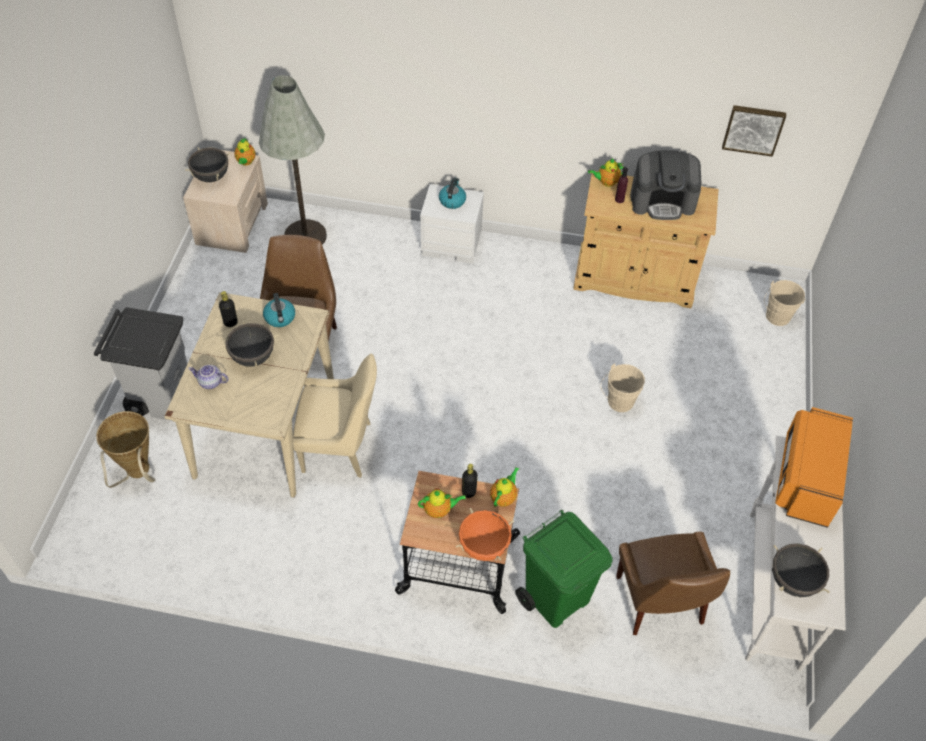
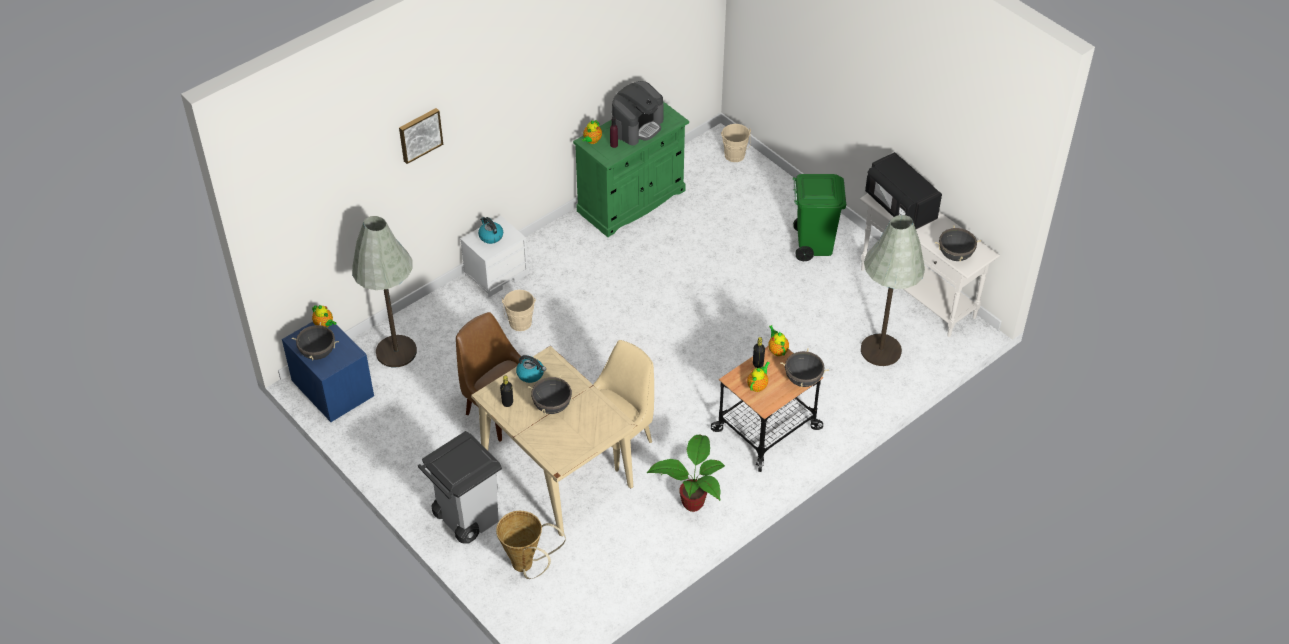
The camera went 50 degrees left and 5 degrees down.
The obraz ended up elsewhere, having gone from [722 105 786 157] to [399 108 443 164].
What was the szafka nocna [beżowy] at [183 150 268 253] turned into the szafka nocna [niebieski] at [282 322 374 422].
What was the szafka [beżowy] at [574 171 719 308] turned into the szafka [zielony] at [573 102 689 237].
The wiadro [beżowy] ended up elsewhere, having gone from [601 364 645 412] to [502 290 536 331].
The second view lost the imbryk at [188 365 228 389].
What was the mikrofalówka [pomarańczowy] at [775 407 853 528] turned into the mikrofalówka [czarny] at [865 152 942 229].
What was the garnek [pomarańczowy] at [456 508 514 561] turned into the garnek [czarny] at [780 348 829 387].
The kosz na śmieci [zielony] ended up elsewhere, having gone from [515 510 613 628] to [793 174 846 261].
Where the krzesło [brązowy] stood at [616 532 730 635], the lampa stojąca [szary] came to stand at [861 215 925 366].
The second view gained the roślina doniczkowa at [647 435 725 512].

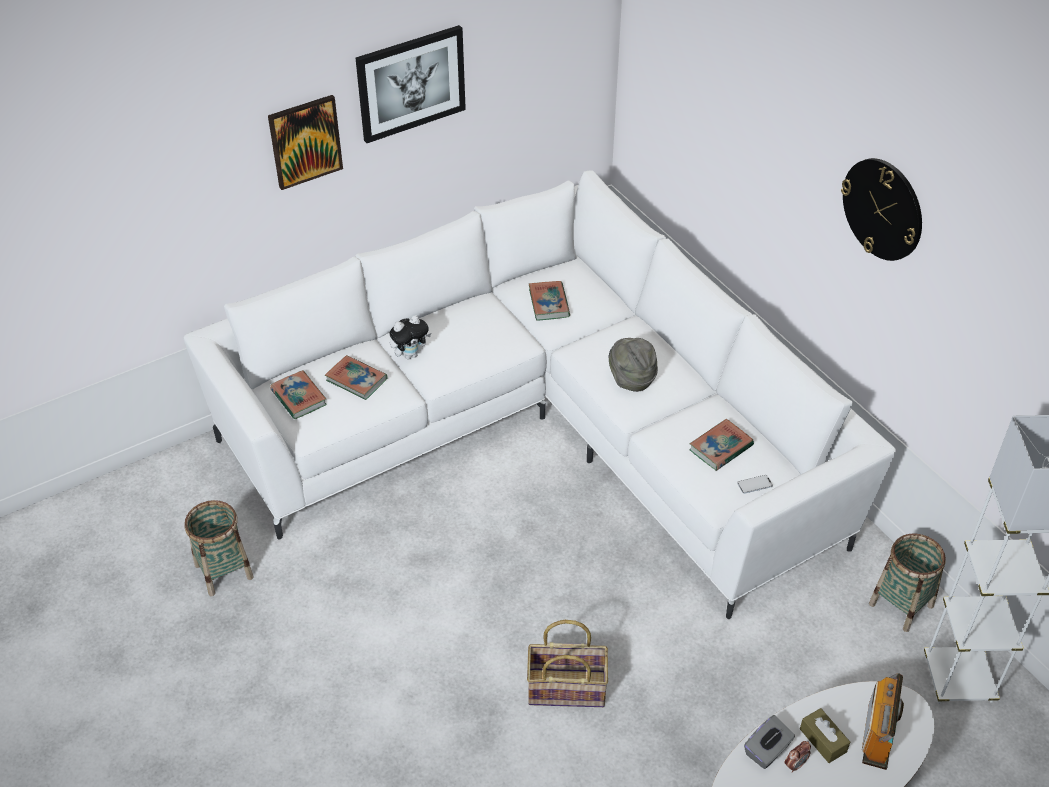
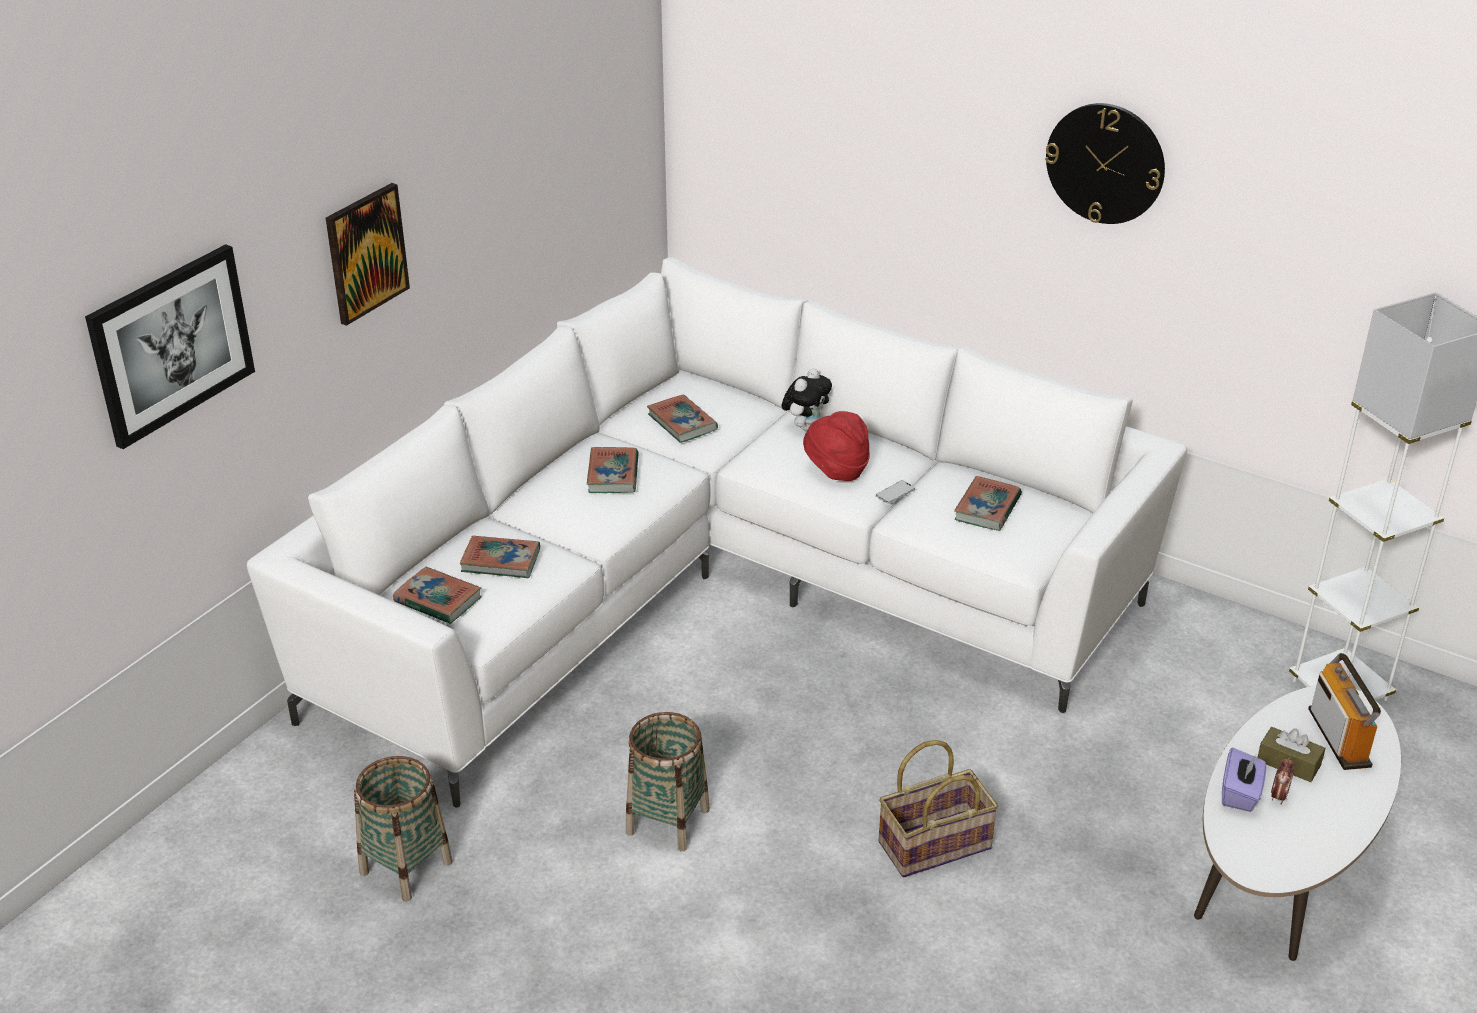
The camera went 25 degrees left and 10 degrees down.
The obraz ended up elsewhere, having gone from [355 25 466 143] to [85 244 255 449].
The pluszak ended up elsewhere, having gone from [389 315 431 359] to [782 368 832 431].
What was the kapelusz [szary] at [608 338 658 392] turned into the kapelusz [czerwony] at [803 411 870 481].
The telefon ended up elsewhere, having gone from [737 475 773 494] to [876 480 915 504].
The koszyk ended up elsewhere, having gone from [869 534 946 632] to [626 712 710 851].
What was the pudełko chusteczek [szary] at [744 715 795 769] turned into the pudełko chusteczek [fioletowy] at [1222 748 1266 812].
The second view gained the książka at [587 447 639 493].

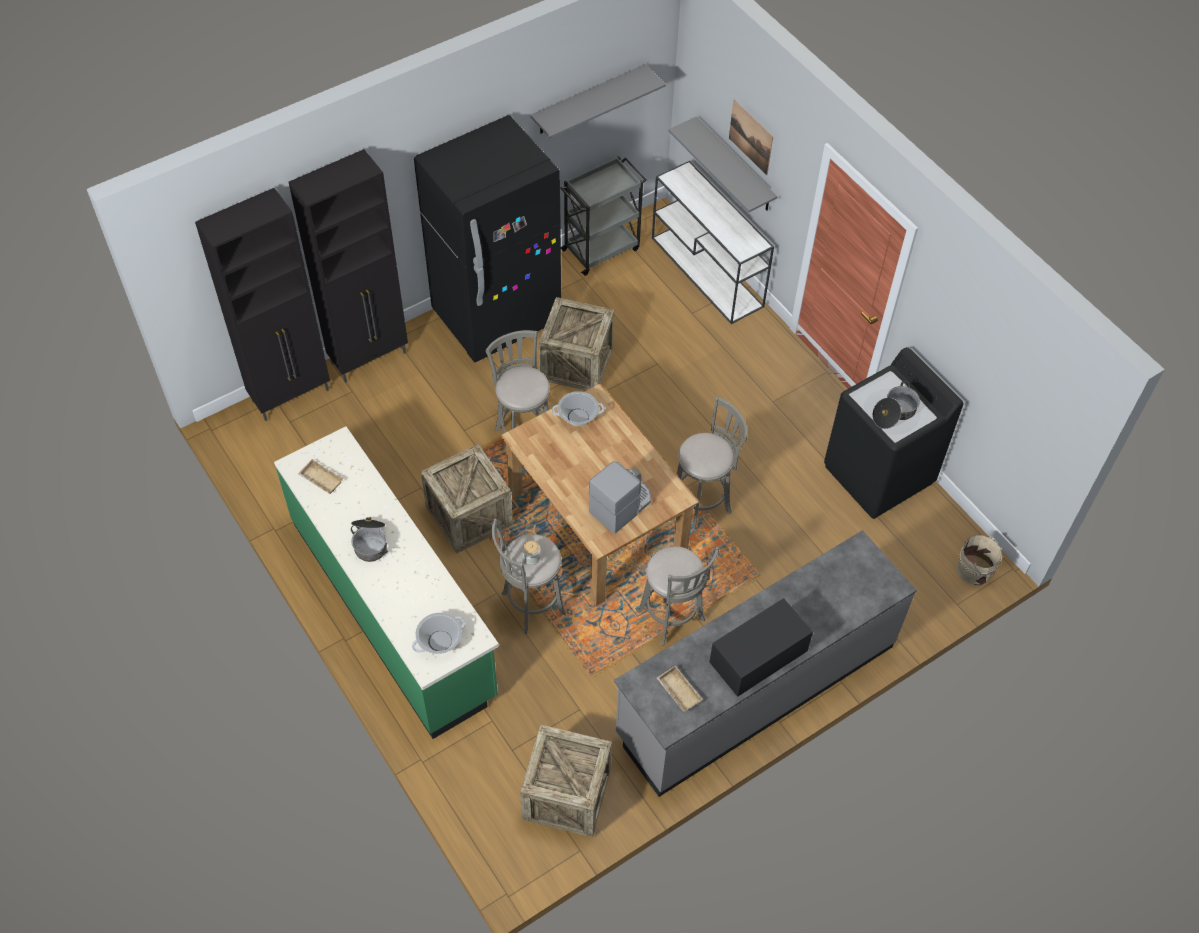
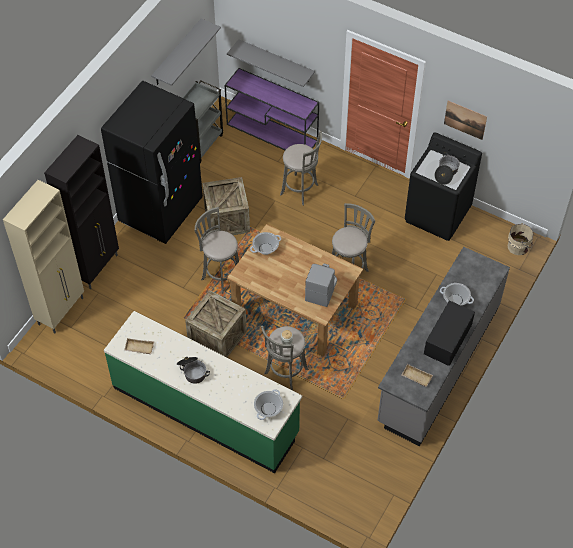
The camera went 25 degrees left and 0 degrees up.
The obraz ended up elsewhere, having gone from [729 100 773 175] to [444 101 487 140].
What was the stolik konsolowy [biały] at [652 161 774 324] turned into the stolik konsolowy [fioletowy] at [225 68 319 150].
What was the szafka [czarny] at [195 188 330 421] turned into the szafka [beżowy] at [3 180 84 333].
The stołek [szary] ended up elsewhere, having gone from [637 546 719 646] to [280 131 322 205].
The second view lost the skrzynka at [520 724 612 838].
The second view gained the garnek at [440 283 474 306].

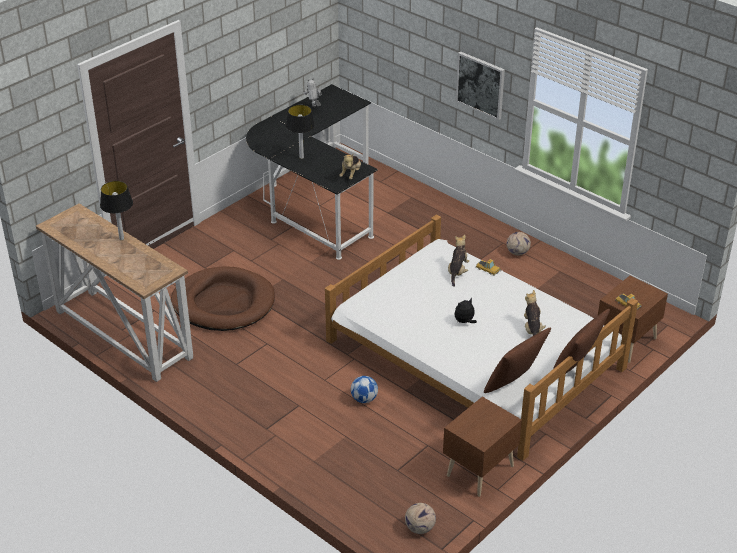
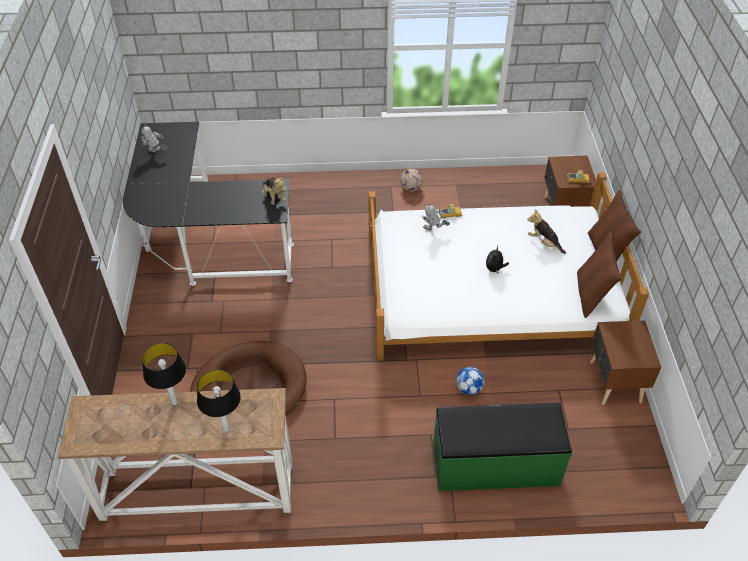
The camera went 45 degrees left and 10 degrees up.
The second view lost the obraz at [456 51 505 120].
The lampa stołowa ended up elsewhere, having gone from [286 105 315 159] to [197 369 241 432].
Where the pluszak stood at [448 235 469 287], the robot zabawkowy came to stand at [422 203 450 230].
The second view lost the piłka futbolowa at [405 503 436 534].
The second view gained the ławka [zielony] at [433 403 572 491].

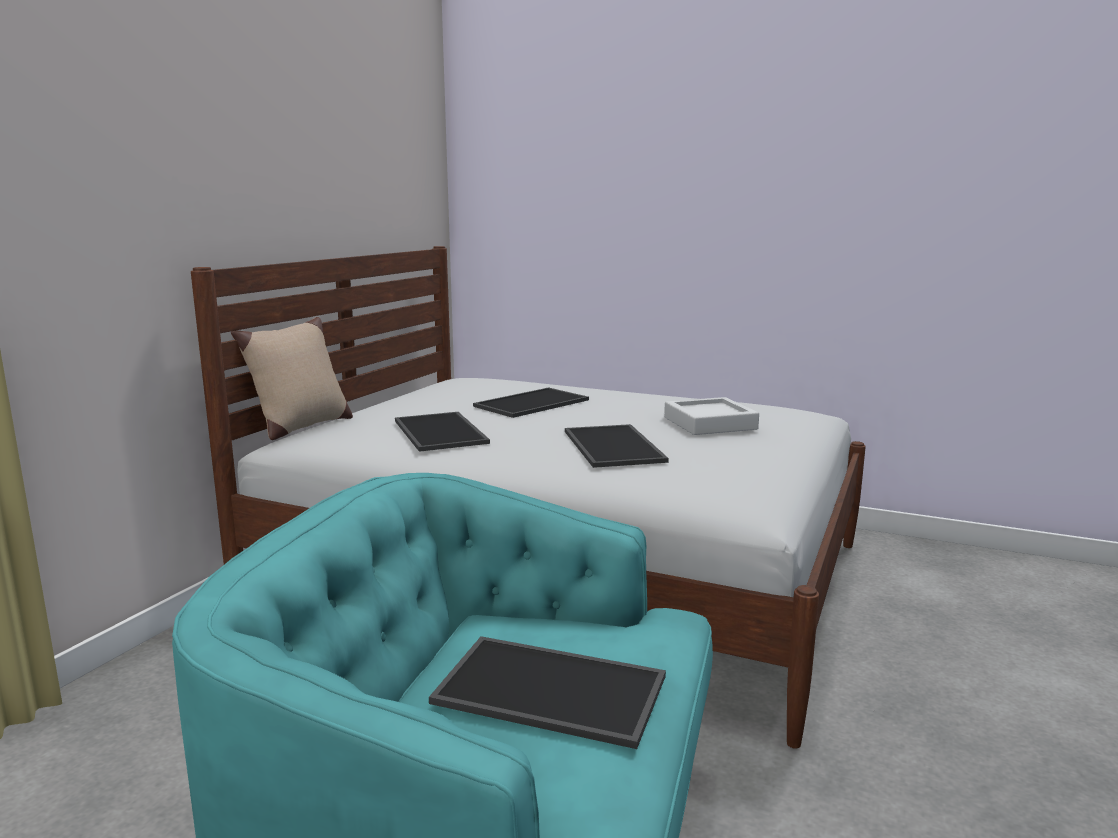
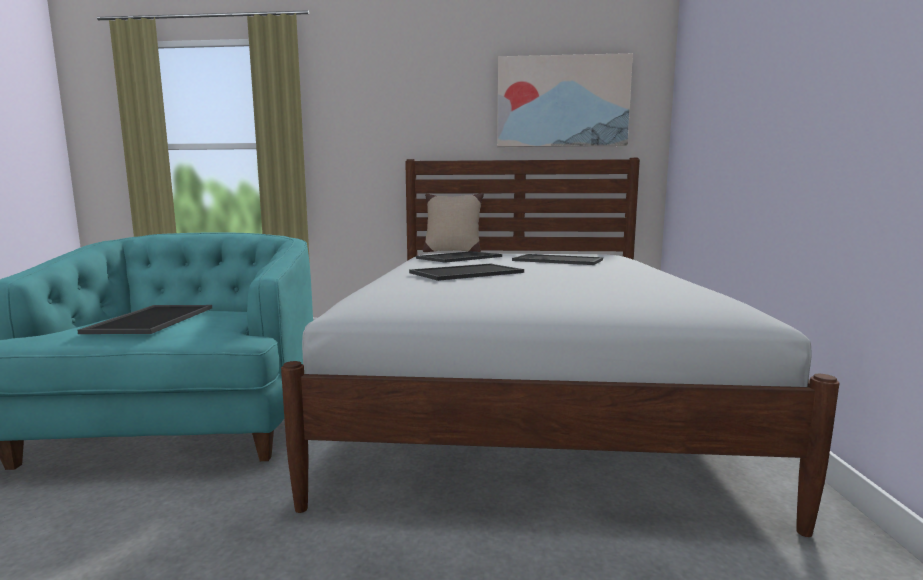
The camera went 70 degrees right and 5 degrees down.
The second view lost the taca [szary] at [664 397 759 435].
The second view gained the obraz at [497 53 633 147].

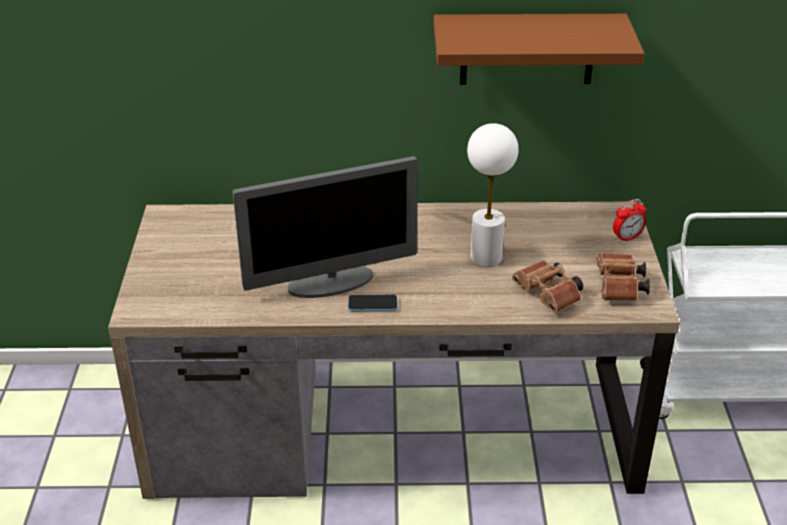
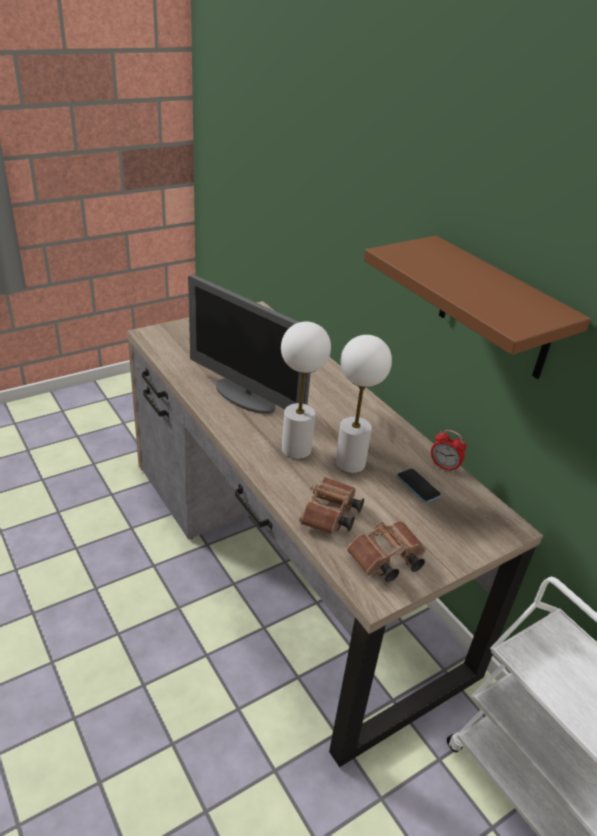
The camera went 55 degrees right and 0 degrees up.
The budzik ended up elsewhere, having gone from [613 199 646 243] to [431 430 466 472].
The telefon ended up elsewhere, having gone from [348 295 398 311] to [397 468 441 503].
The second view gained the lampa stołowa [biały] at [281 322 331 459].

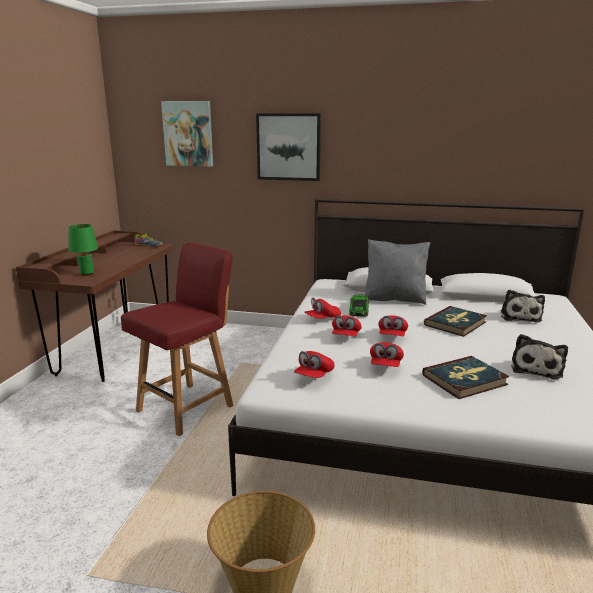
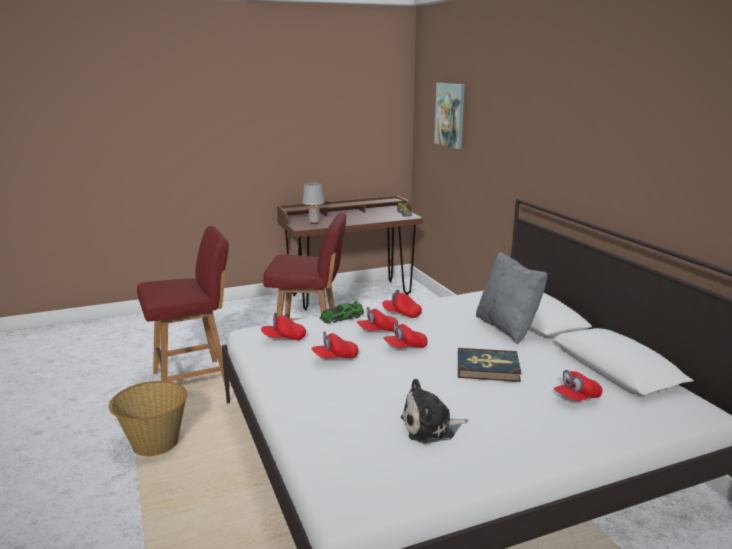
The camera went 55 degrees right and 0 degrees up.
The second view lost the obraz at [256 113 321 181].
What was the lampa stołowa [zielony] at [68 224 98 276] turned into the lampa stołowa [szary] at [302 183 324 224].
Where the pluszak stood at [501 289 545 323], the czapka z daszkiem [czerwony] came to stand at [554 370 603 401].
The samochodzik ended up elsewhere, having gone from [349 294 369 317] to [320 301 364 323].
The second view lost the książka at [422 356 509 399].
The second view gained the krzesło [czerwony] at [137 226 230 387].

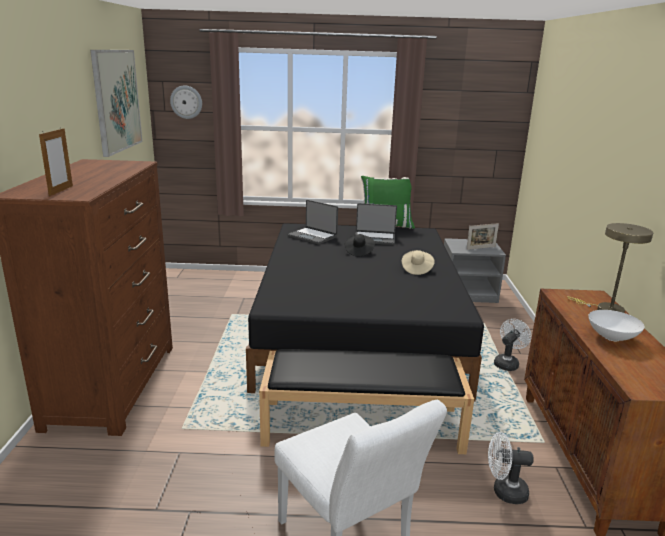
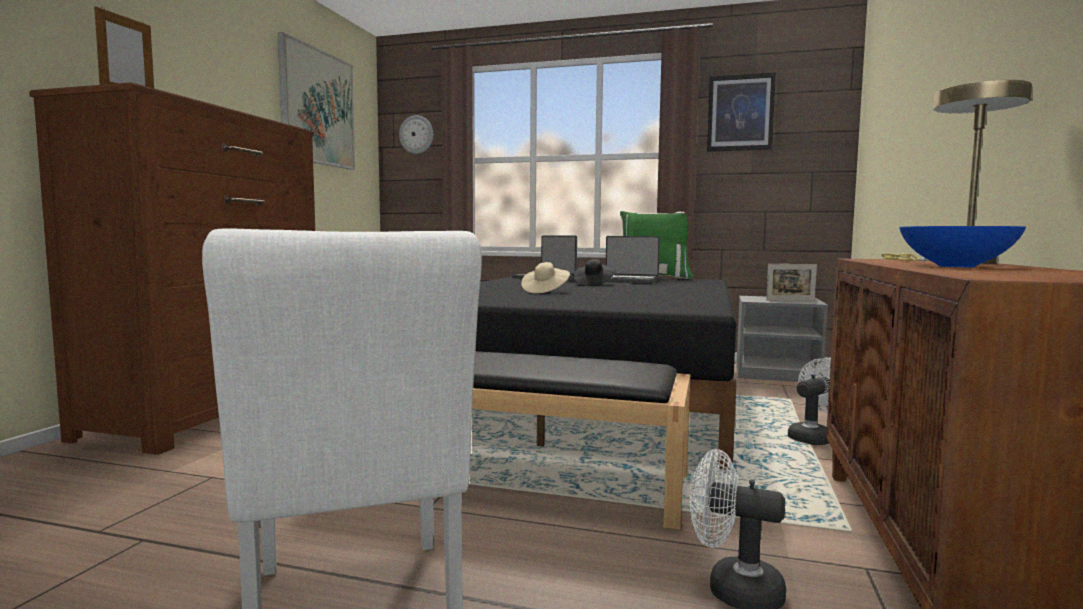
The camera went 15 degrees right and 15 degrees down.
The kapelusz [beżowy] ended up elsewhere, having gone from [402 250 435 275] to [521 262 570 294].
What was the miska [biały] at [588 310 645 341] turned into the miska [niebieski] at [899 226 1026 267].
The second view gained the obraz at [707 72 776 152].

